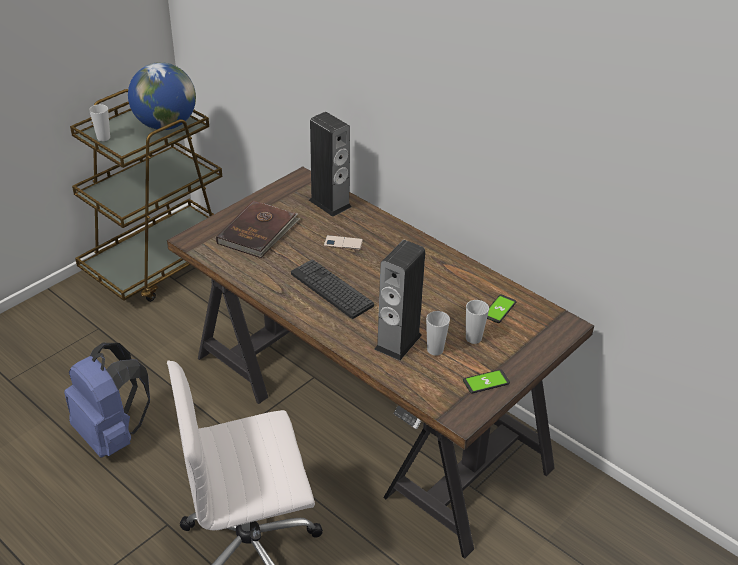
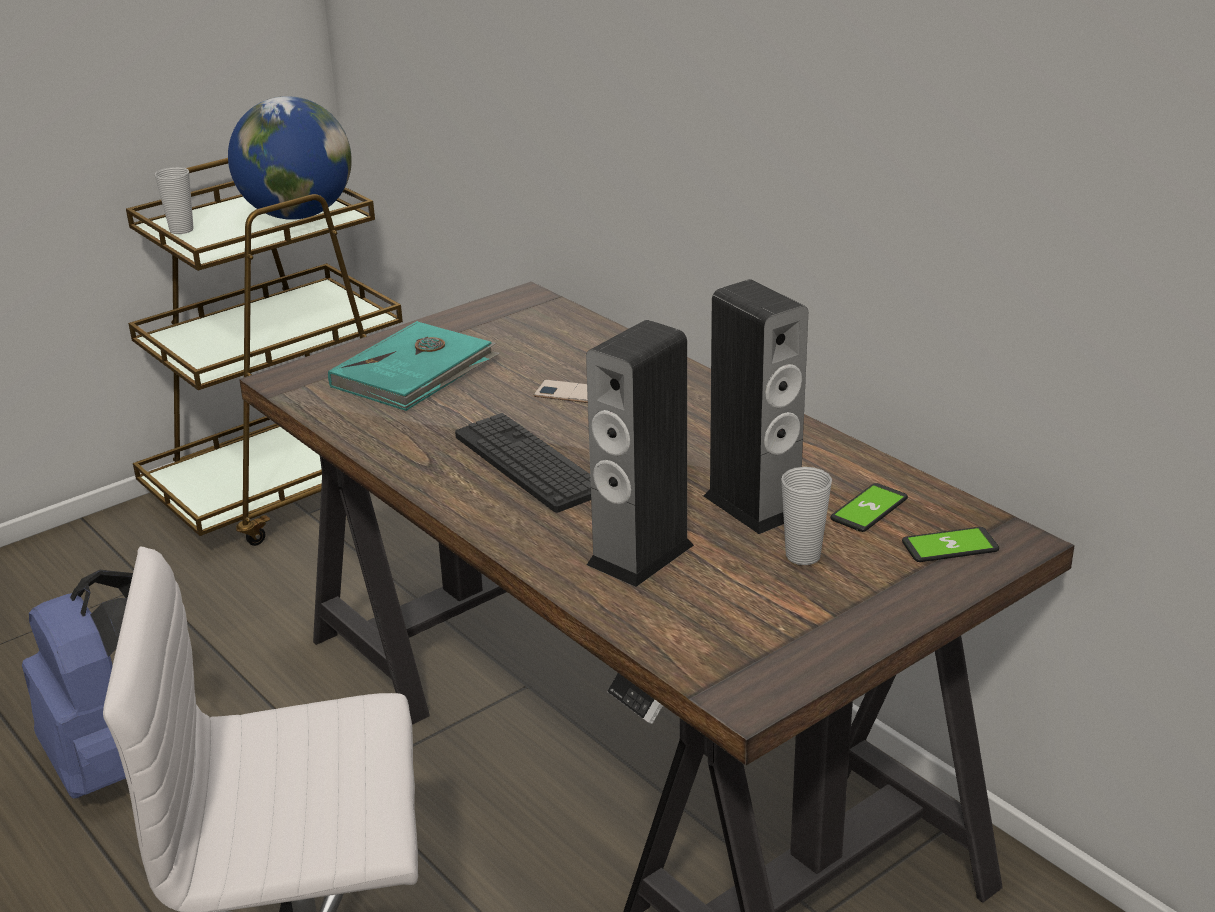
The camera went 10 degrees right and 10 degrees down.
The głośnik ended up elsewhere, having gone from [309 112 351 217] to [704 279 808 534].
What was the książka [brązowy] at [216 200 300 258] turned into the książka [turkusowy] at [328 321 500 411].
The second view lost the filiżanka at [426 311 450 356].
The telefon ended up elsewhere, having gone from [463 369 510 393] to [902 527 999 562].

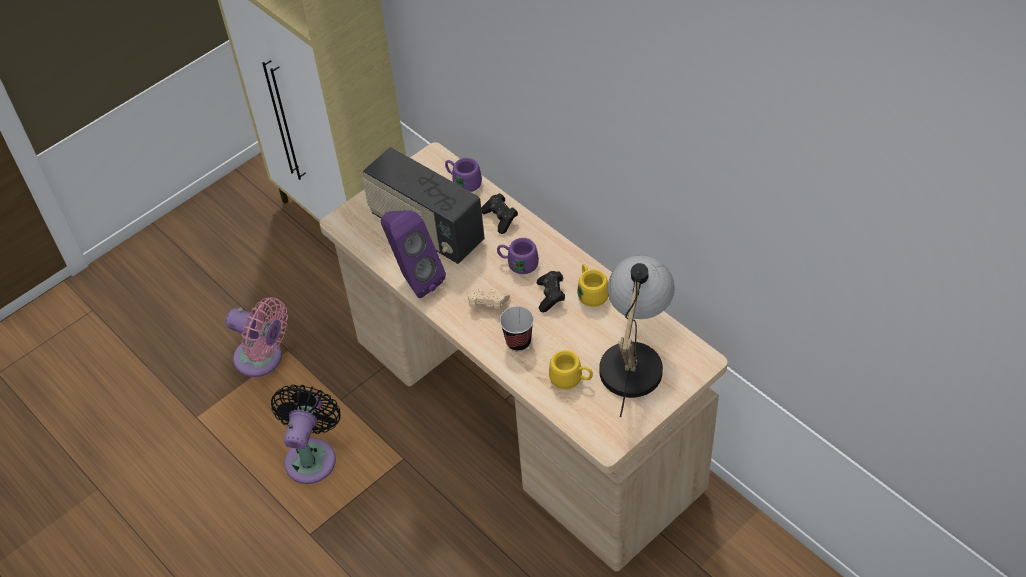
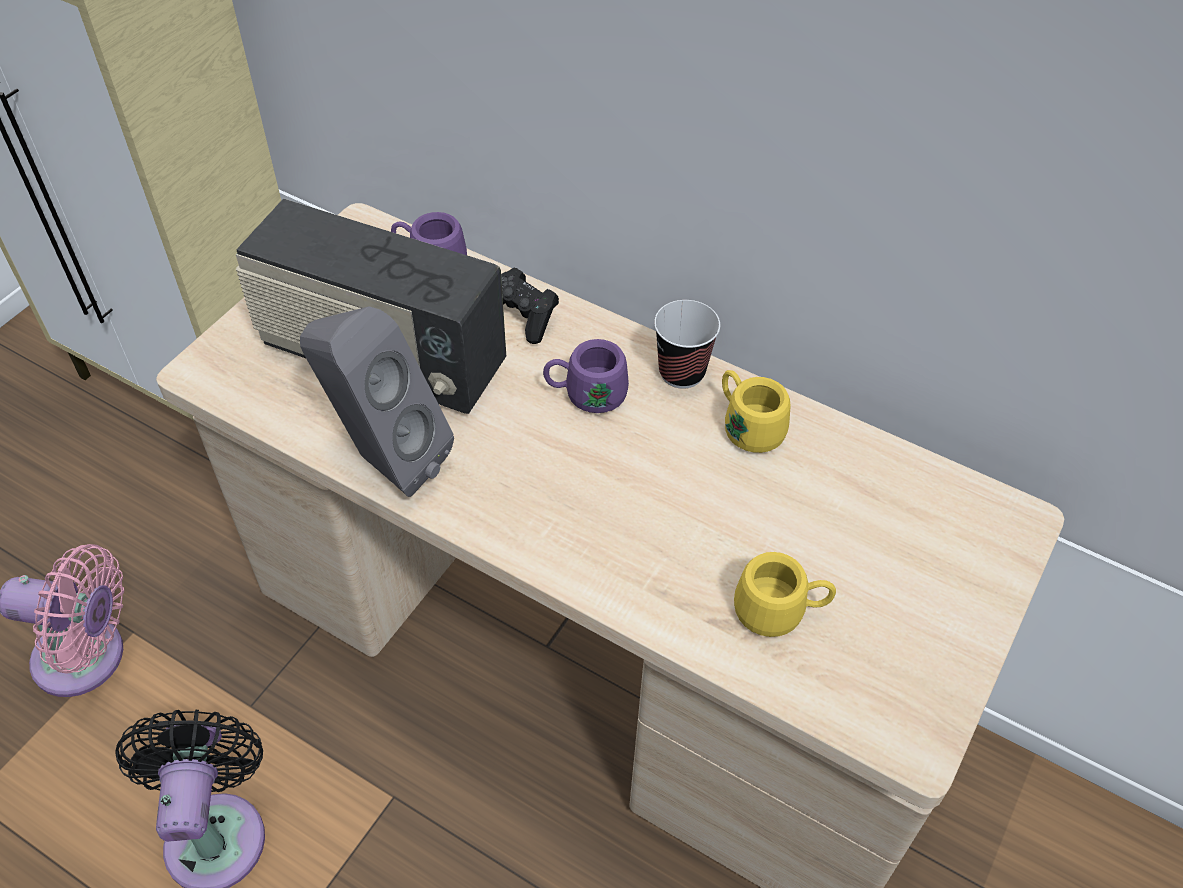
The camera went 20 degrees left and 0 degrees up.
What was the głośnik [fioletowy] at [381 210 446 298] turned into the głośnik [szary] at [300 306 454 497].
The second view lost the lampa stołowa at [599 255 675 417].
The second view lost the pad do gier [czarny] at [537 271 565 313].
The second view lost the pad do gier [beżowy] at [467 288 510 309].
The filiżanka ended up elsewhere, having gone from [500 306 534 352] to [654 300 720 389].

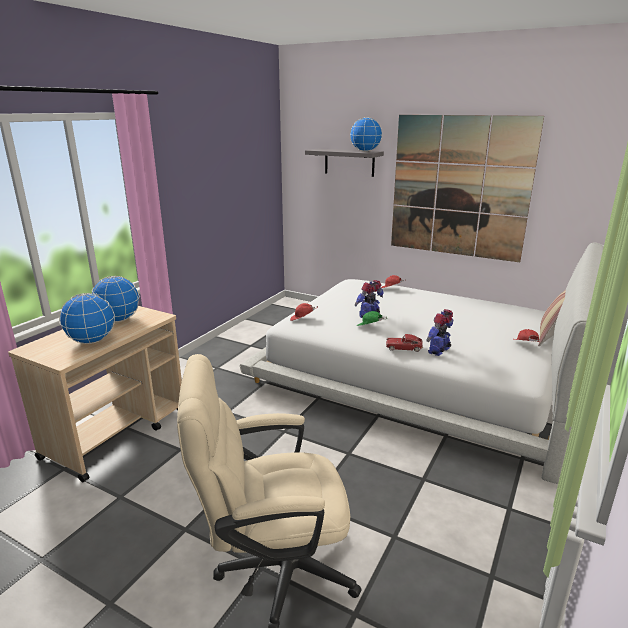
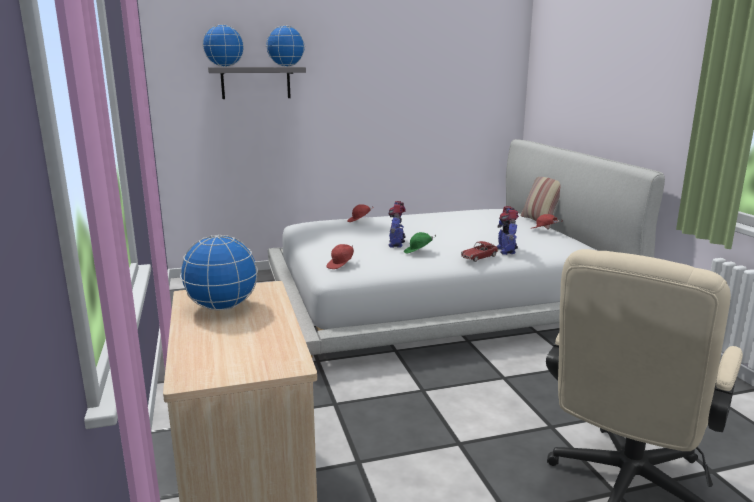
The camera went 45 degrees left and 5 degrees down.
The second view lost the obraz at [391 115 544 262].
The globus ended up elsewhere, having gone from [59 293 115 344] to [202 24 244 67].

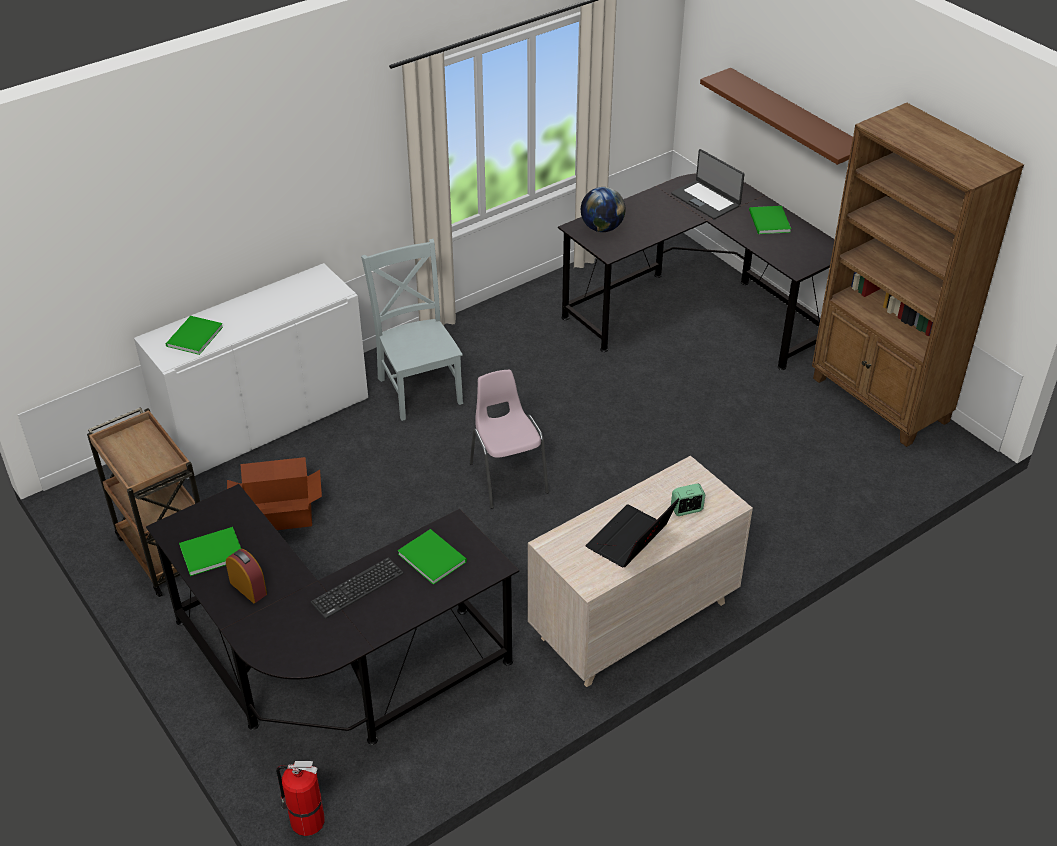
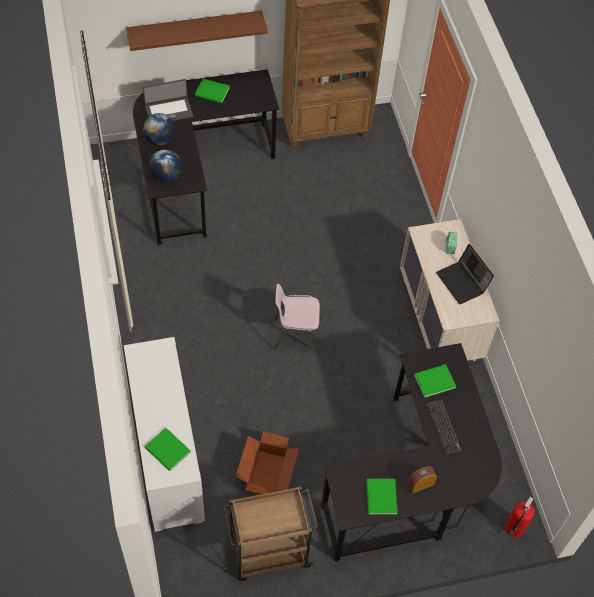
The camera went 70 degrees left and 15 degrees up.
The second view lost the krzesło [szary] at [361 239 463 421].
The second view gained the globus at [143 113 175 146].

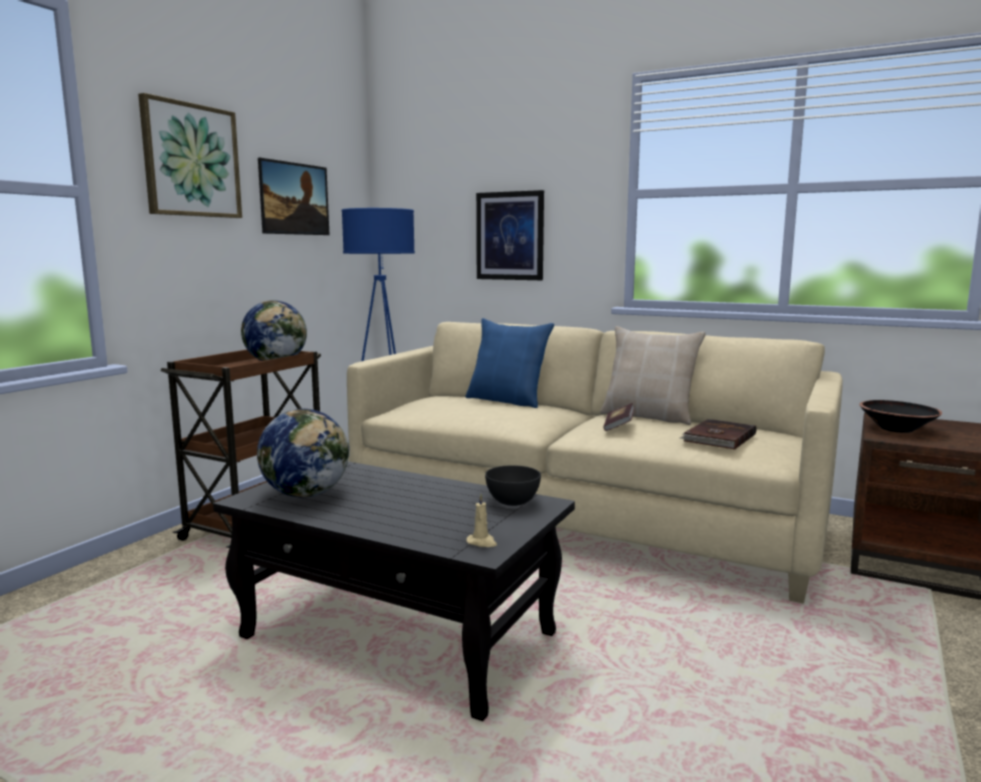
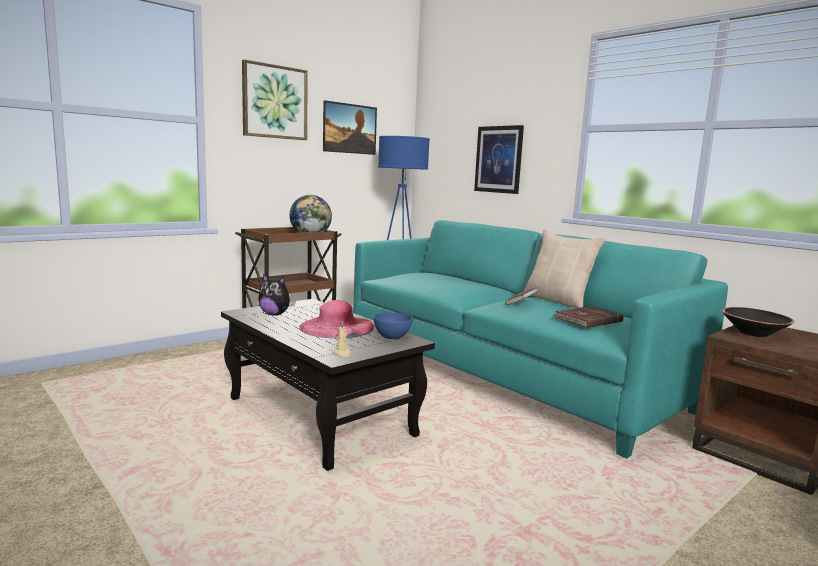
The camera went 20 degrees right and 0 degrees up.
The second view lost the poduszka [niebieski] at [465 318 554 408].
What was the kanapa [beżowy] at [347 322 843 604] turned into the kanapa [turkusowy] at [353 220 728 459].
Where the globus stood at [257 409 349 497], the pluszak came to stand at [258 274 296 316].
What was the miska [szary] at [485 465 541 506] turned into the miska [niebieski] at [374 312 412 339].
The second view gained the kapelusz [różowy] at [299 300 374 338].

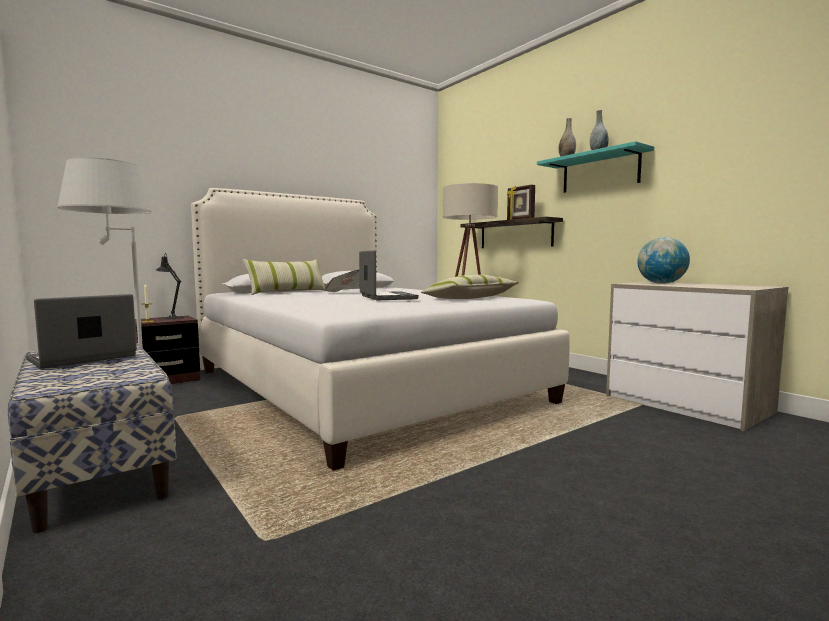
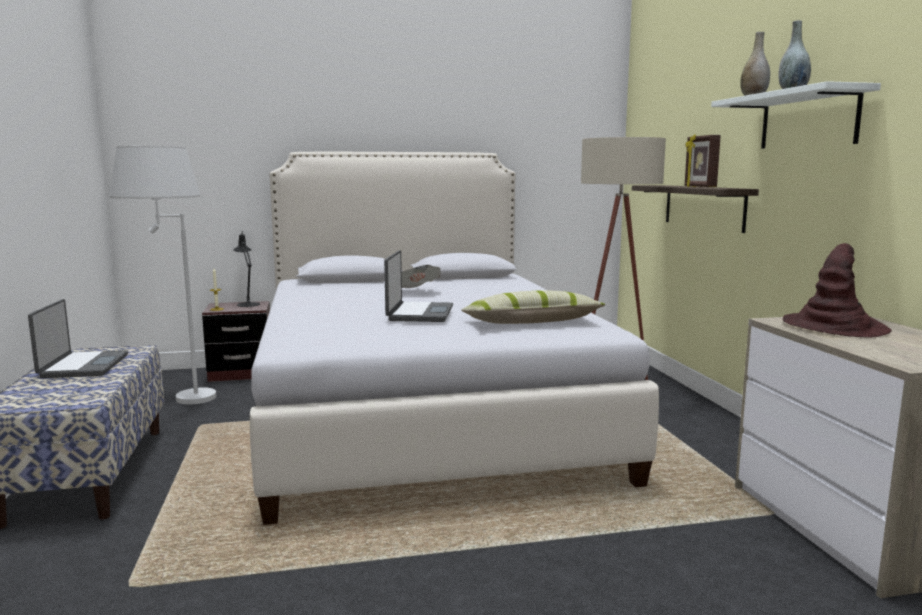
The camera went 25 degrees right and 5 degrees up.
What was the półka [turkusowy] at [537 141 654 193] turned into the półka [biały] at [711 81 881 149].
Where the globus stood at [637 237 690 284], the kapelusz [brązowy] came to stand at [783 243 892 338].
The second view lost the poduszka at [243 259 325 295].
The laptop at [26 294 137 369] ended up facing another way, 105 degrees clockwise from before.

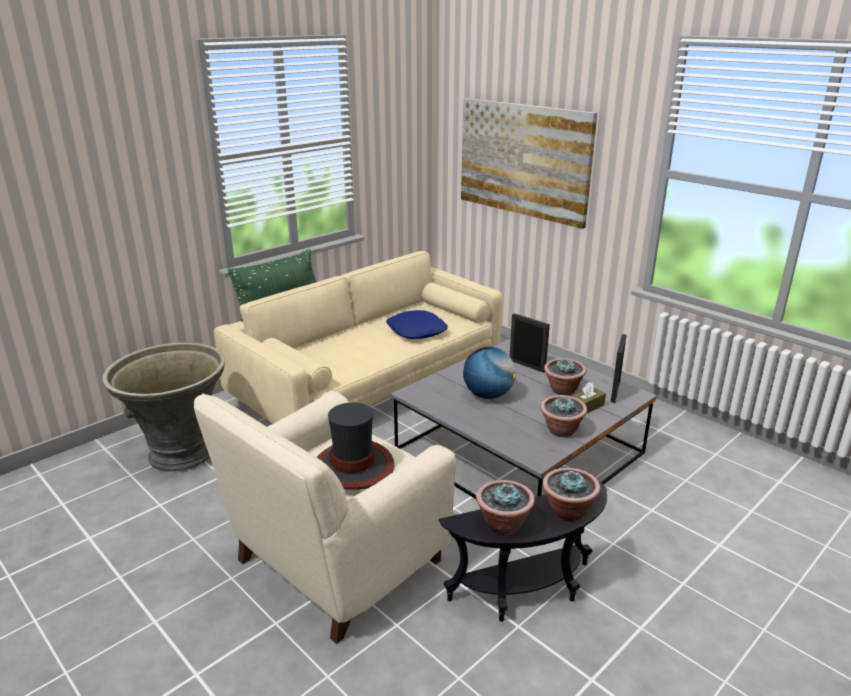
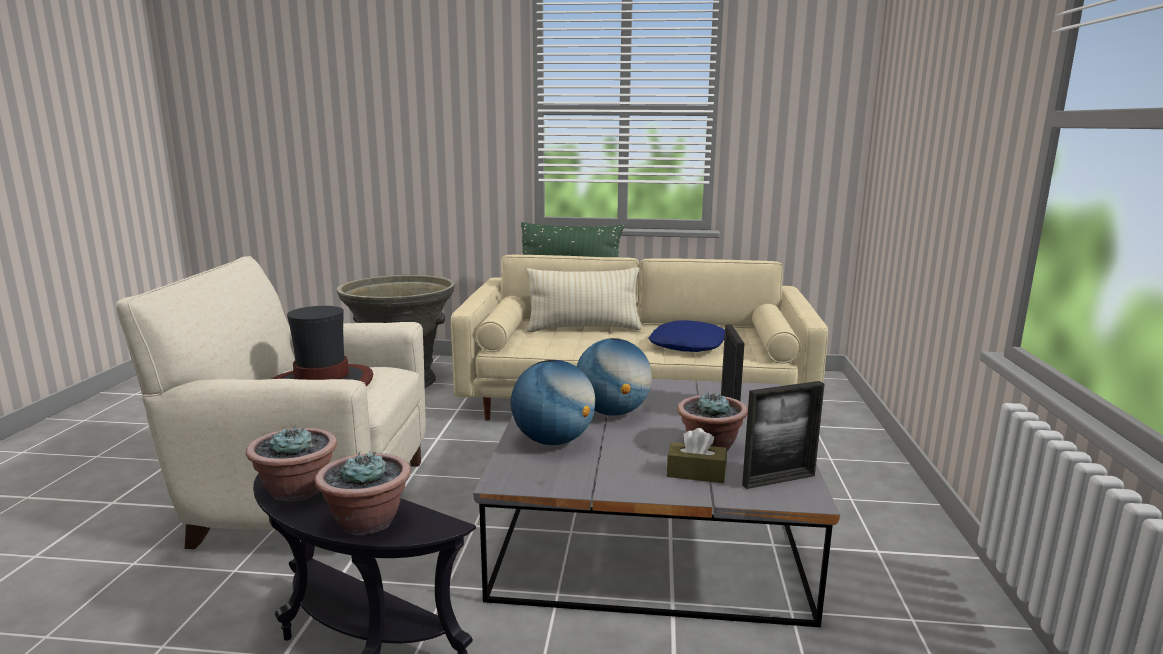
The camera went 50 degrees right and 10 degrees down.
The second view lost the obraz at [461 98 597 229].
The second view lost the roślina doniczkowa at [540 395 587 437].
The second view gained the poduszka [beżowy] at [526 267 642 332].
The second view gained the globus at [511 360 595 445].

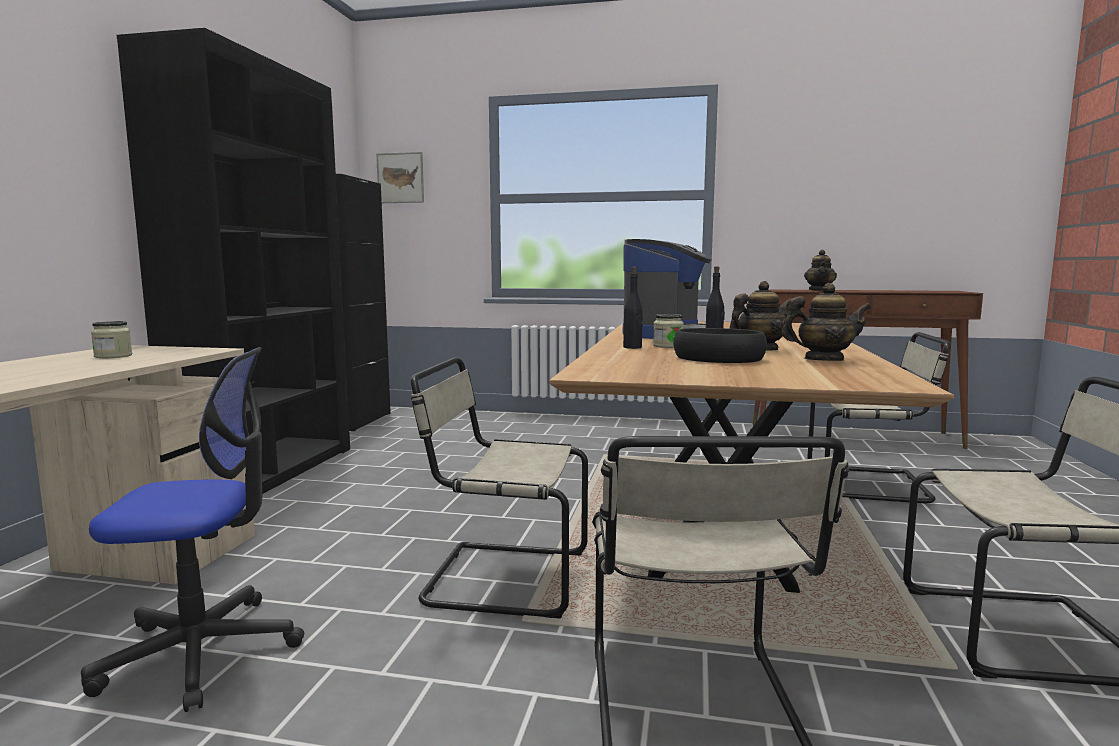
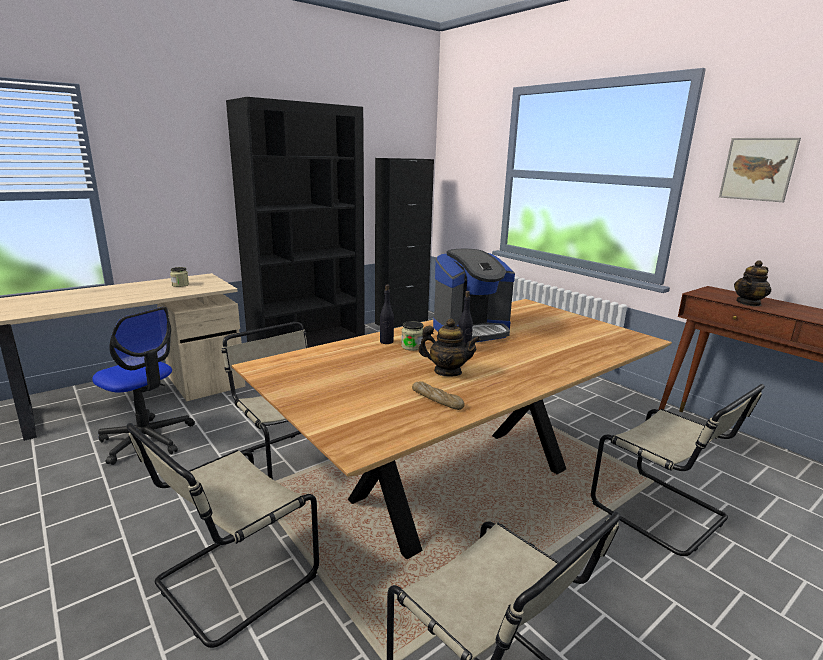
The camera went 40 degrees right and 10 degrees up.
The obraz ended up elsewhere, having gone from [376 152 424 203] to [719 138 801 202].
Where the imbryk stood at [782 283 871 361], the chleb came to stand at [412 382 465 410].
The second view lost the miska [czarny] at [673 328 767 363].

